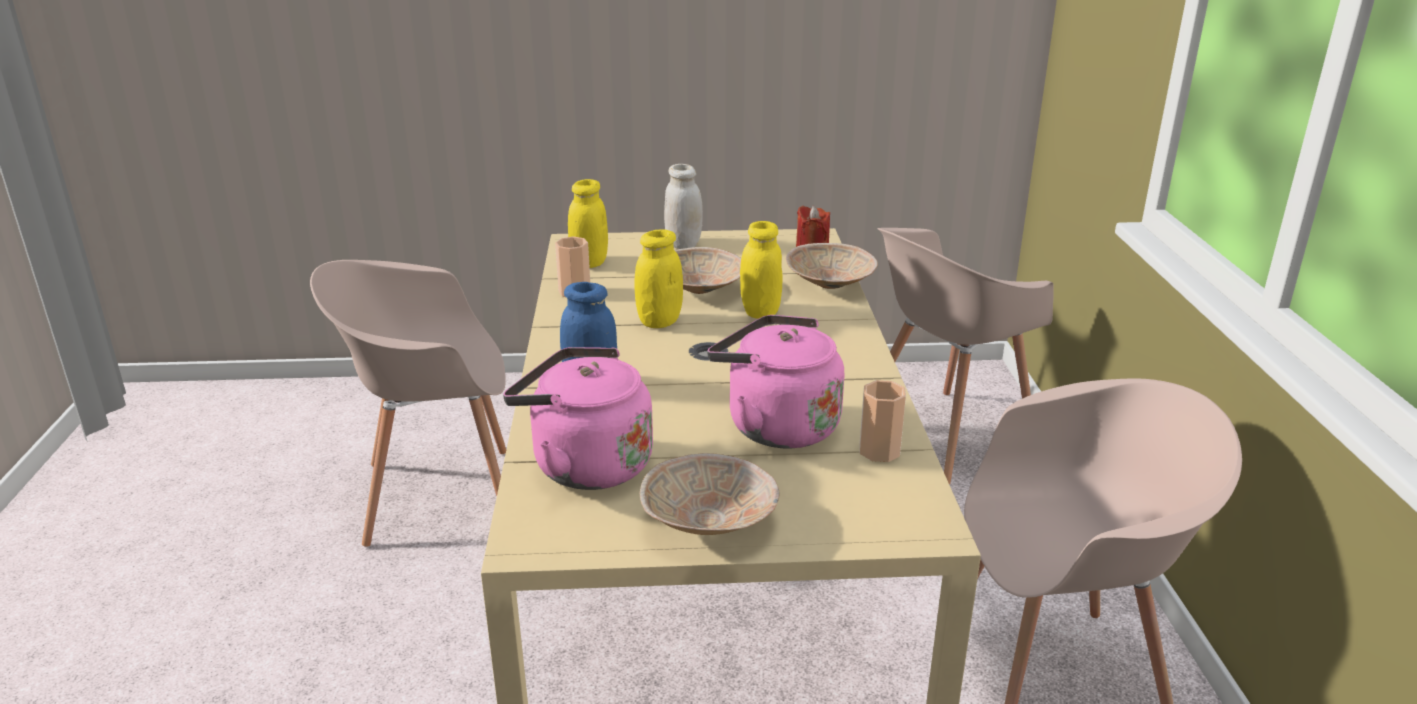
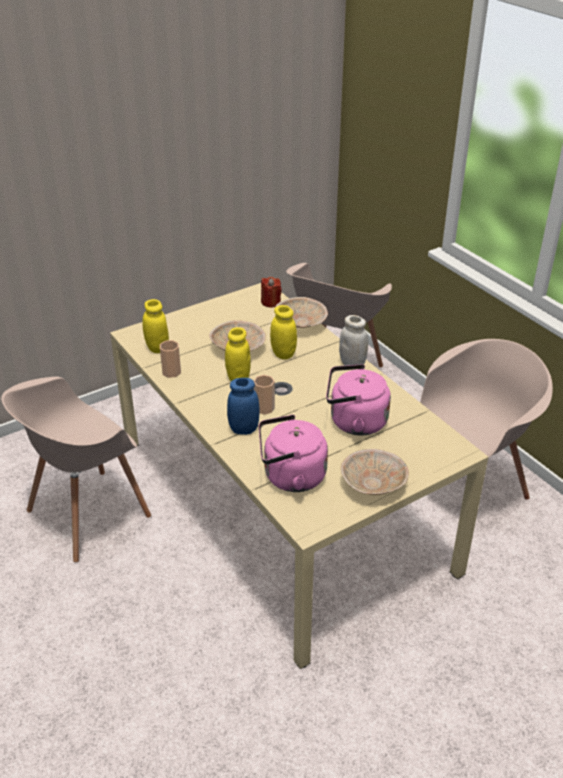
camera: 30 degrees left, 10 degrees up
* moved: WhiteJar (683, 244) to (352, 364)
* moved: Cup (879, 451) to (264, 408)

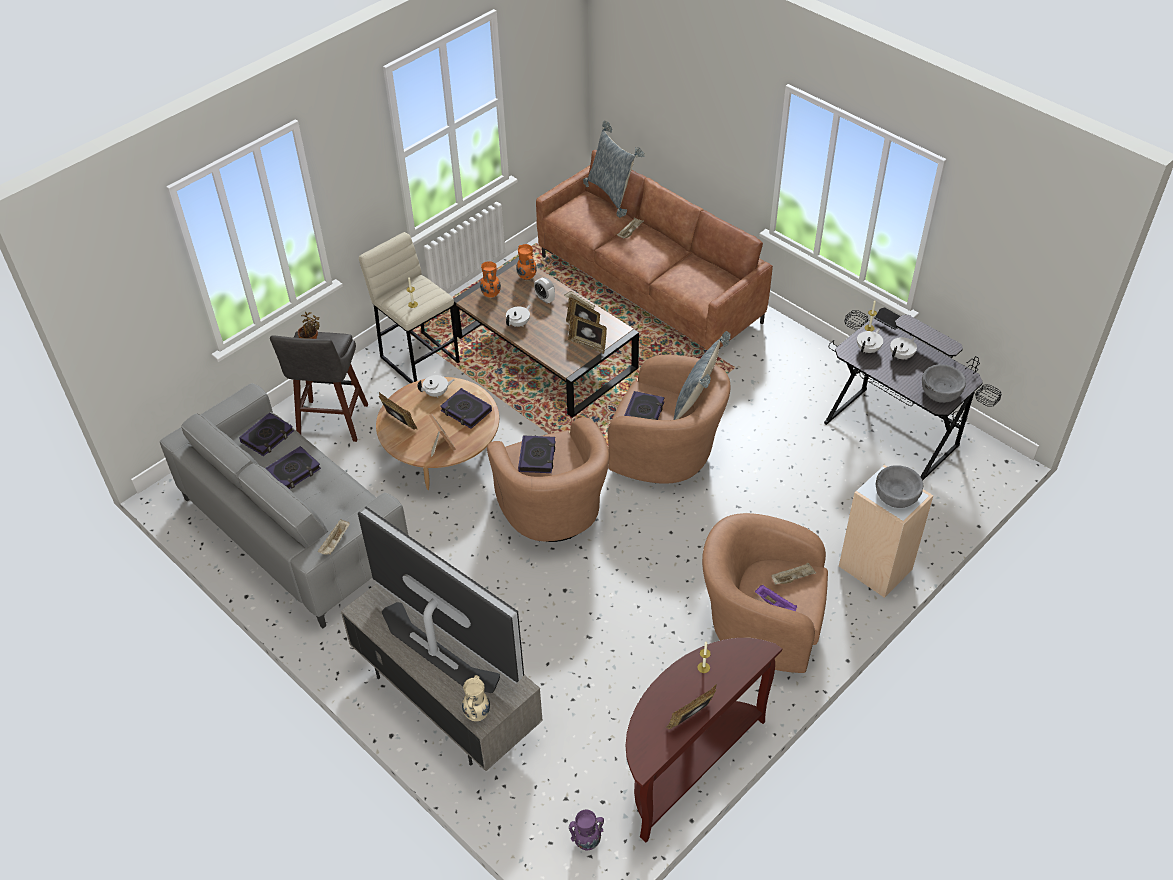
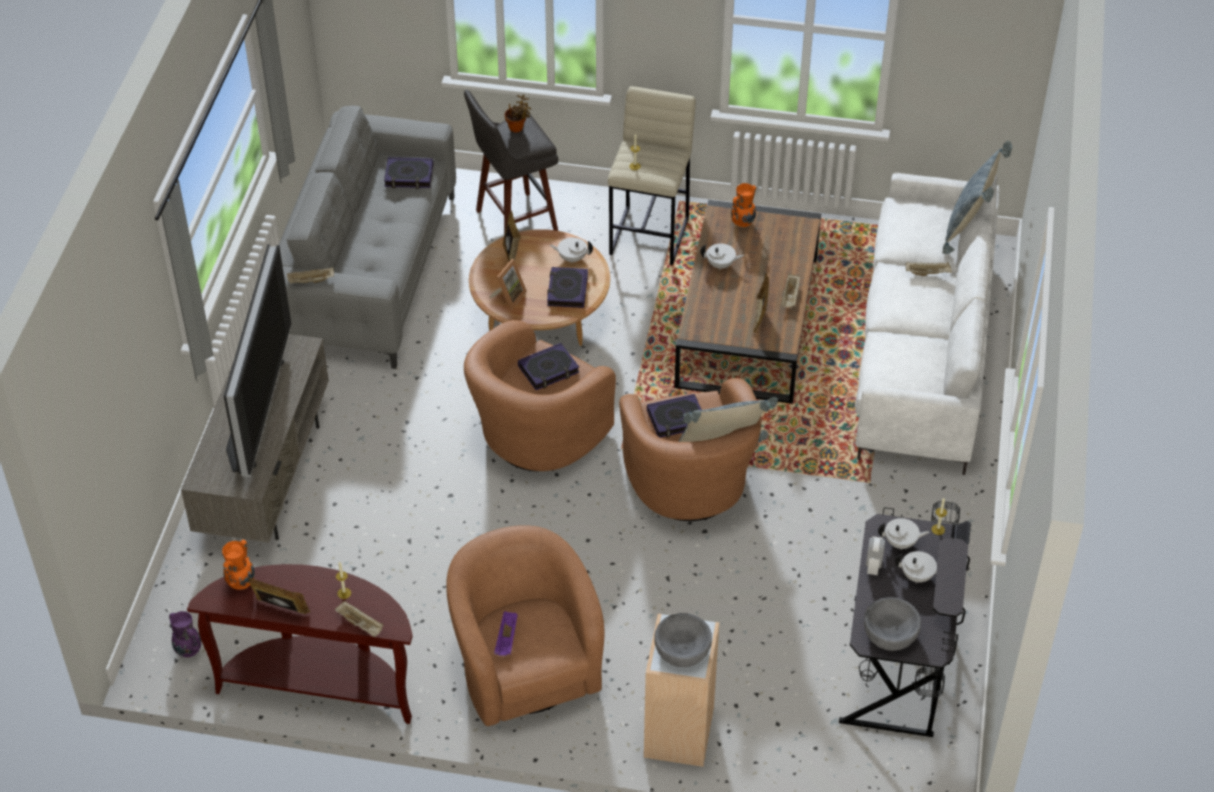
camera: 55 degrees right, 0 degrees up
* removed: Book (294, 471)
* removed: BeigeVase (477, 713)
* removed: PictureFrame (588, 344)
* moved: OrangeVase (527, 277) to (240, 583)
* moved: AlarmClock (545, 299) to (873, 565)
* moved: BeigeTray (792, 578) to (361, 624)
* recoloured: BrownSofa (648, 290) to WhiteSofa (920, 353)
* turned: WhiteTeapot (437, 393) = (572, 258) 150 degrees clockwise

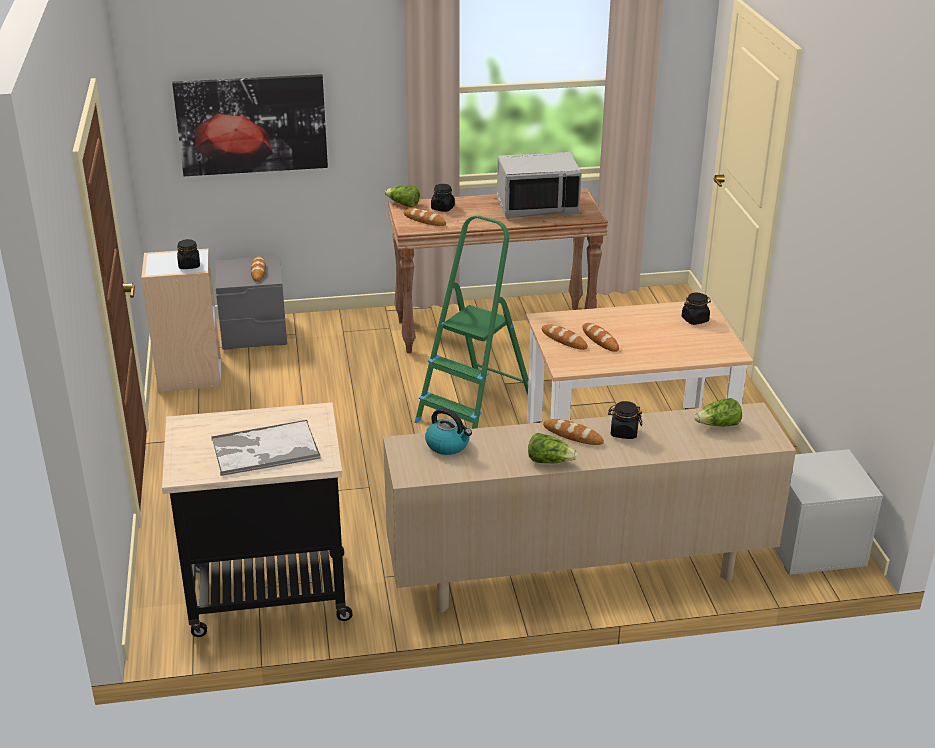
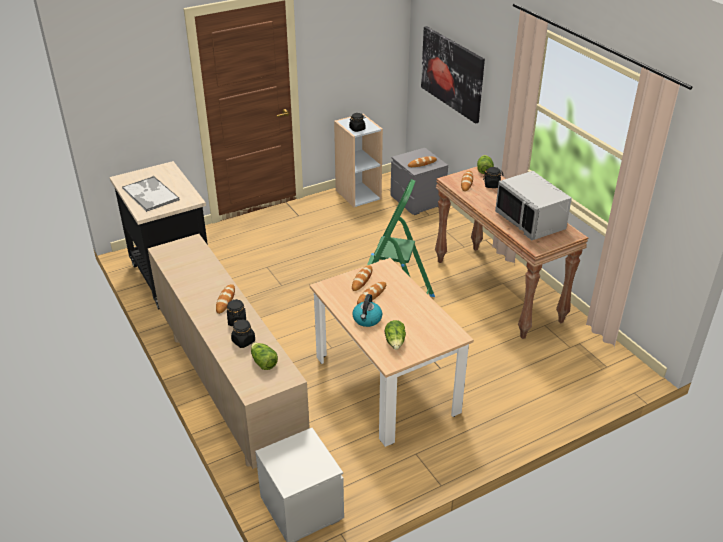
camera: 70 degrees right, 5 degrees up
* moved: Kettle (448, 445) to (367, 319)
* moved: Lettuce (550, 461) to (395, 342)
* moved: BlackJar (695, 319) to (243, 341)

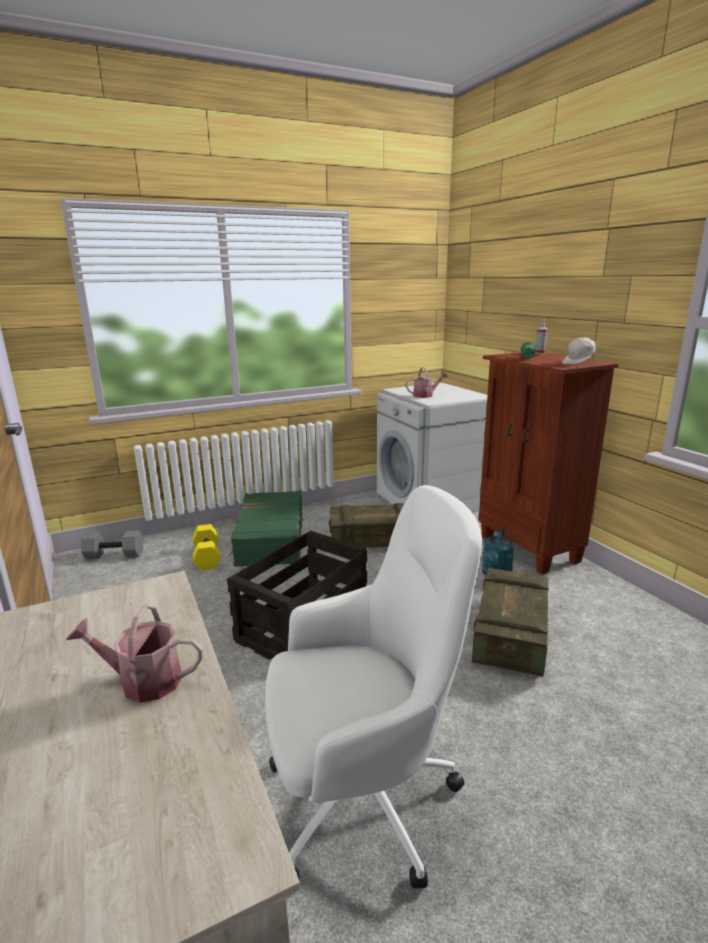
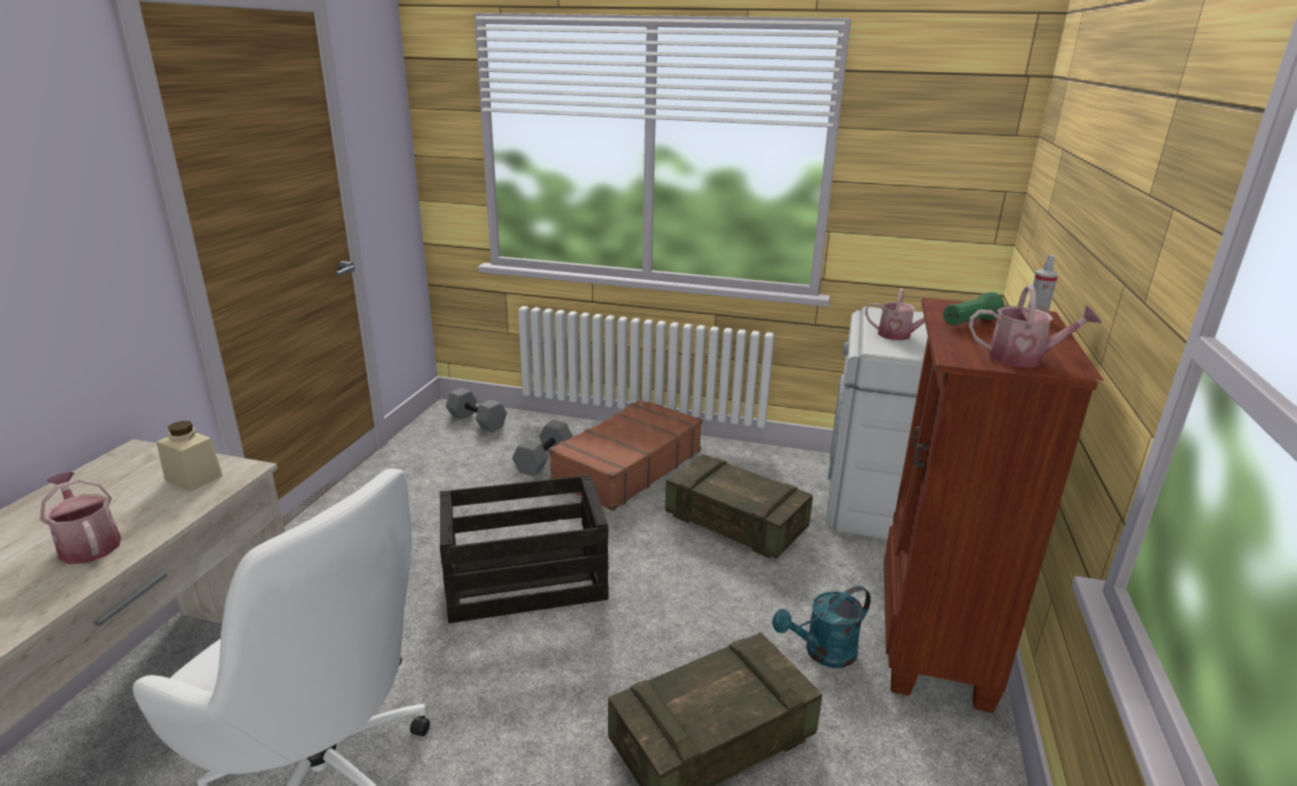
camera: 40 degrees right, 5 degrees up
* added: BeigeJar (193, 478)
* replaced: WhiteCap (579, 362) to WateringCan (1024, 358)
* recoloured: YellowDumbbell (206, 557) to GreyDumbbell (543, 459)
* recoloured: GreenSuitcase (270, 539) to BrownSuitcase (627, 467)

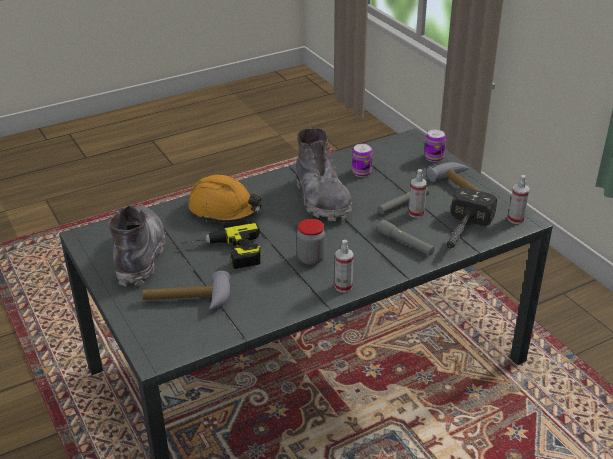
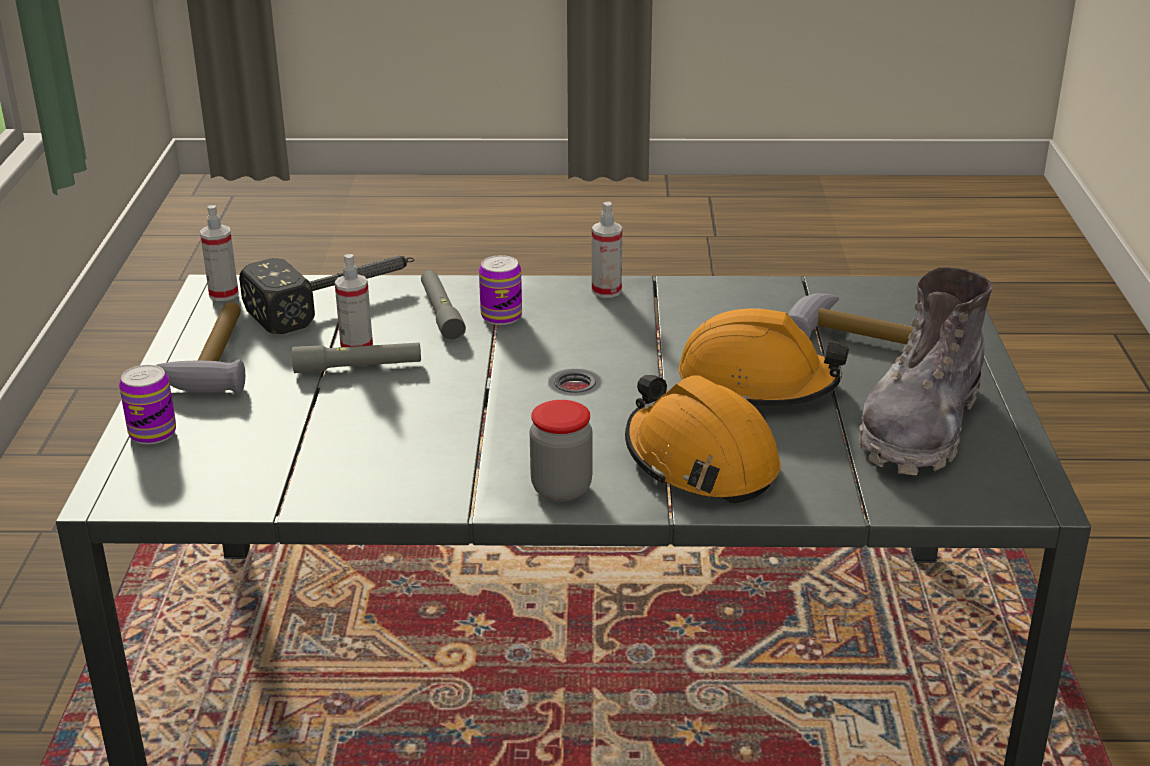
camera: 150 degrees left, 5 degrees down
* removed: GreyBoot (321, 199)
* moved: Jar (311, 258) to (561, 489)
* moved: Can (361, 172) to (501, 316)
* replaced: PowerDrill (224, 254) to OrangeHardHat (757, 384)

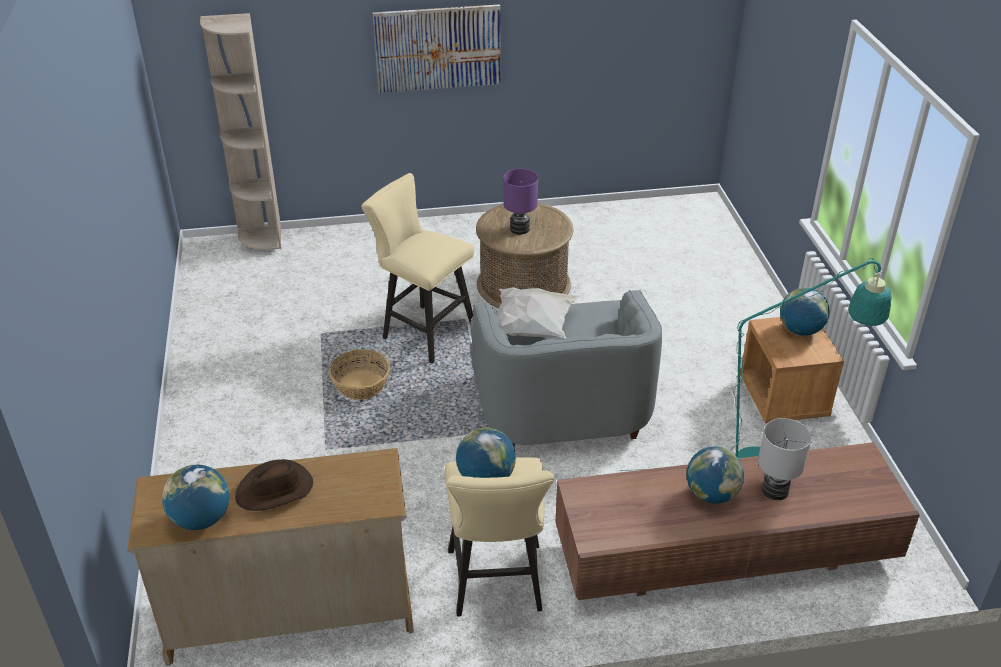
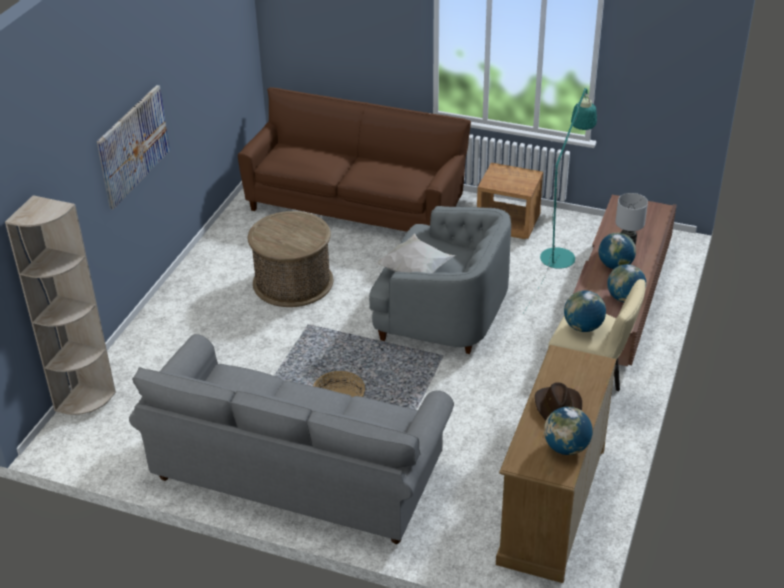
camera: 60 degrees left, 0 degrees up
* removed: BeigeStool (423, 331)
* removed: PurpleTableLamp (519, 229)
* added: GreySofa (298, 472)
* added: BrownSofa (354, 207)
* moved: Globe (800, 330) to (624, 298)

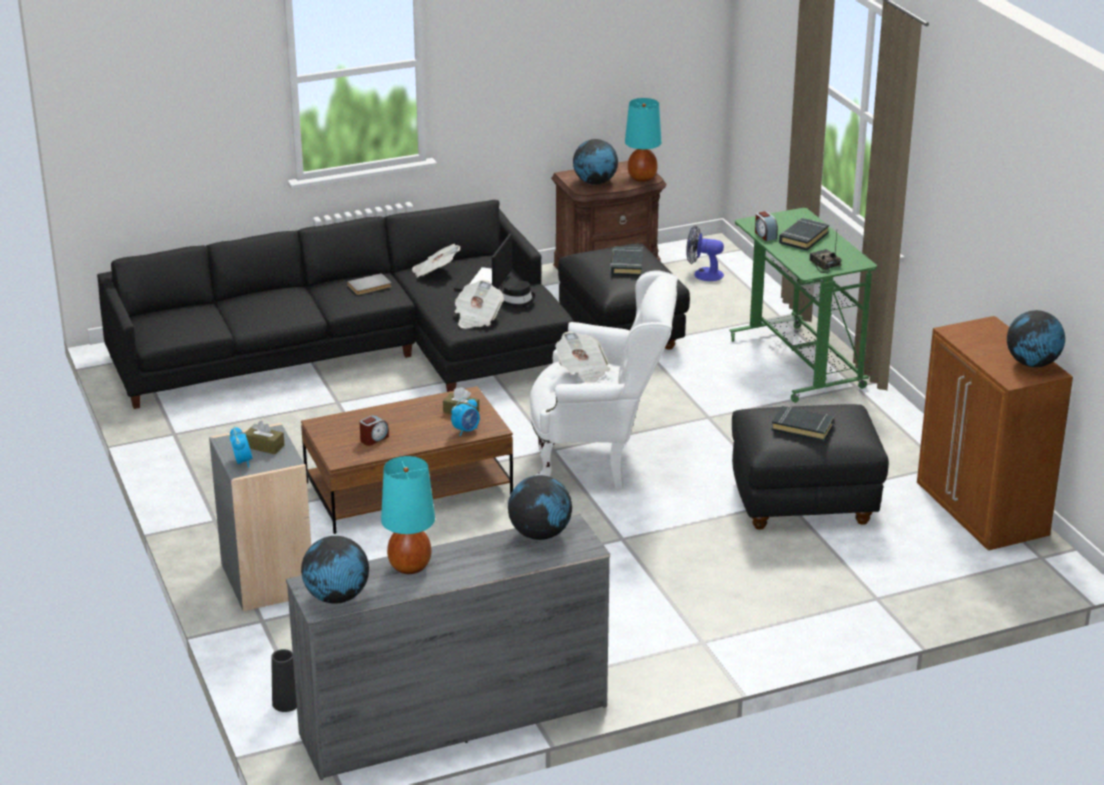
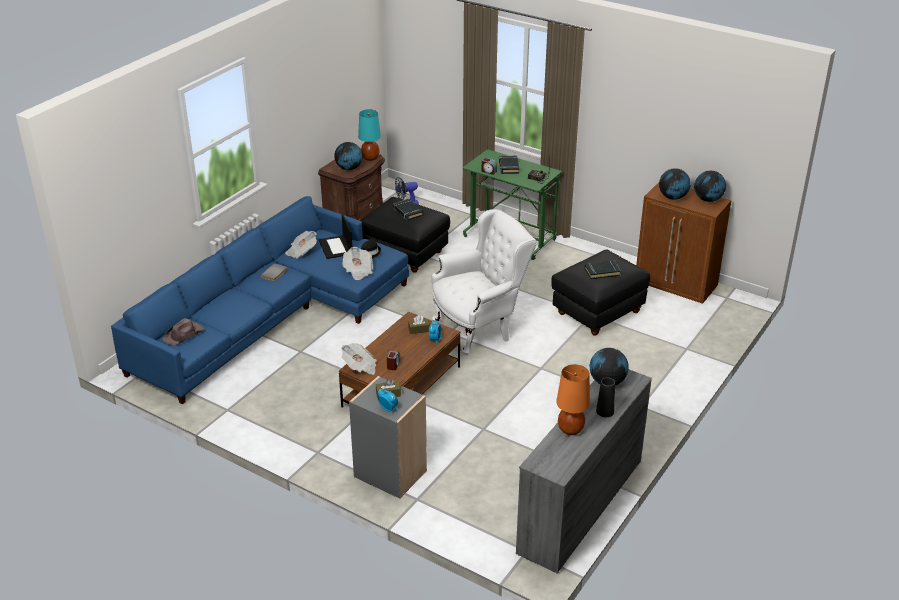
camera: 35 degrees left, 5 degrees up
* added: BrownHat (184, 335)
* moved: BlackVase (286, 703) to (605, 411)
* moved: Globe (336, 597) to (673, 197)
* moved: Newspaper (582, 371) to (360, 367)
* recoloured: BlackSofa (357, 349) to BlueSofa (272, 314)
* recoloured: TurquoiseTableLamp (409, 566) to OrangeTableLamp (570, 429)

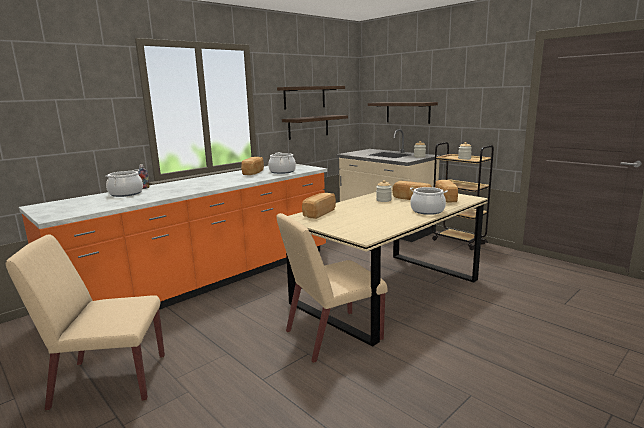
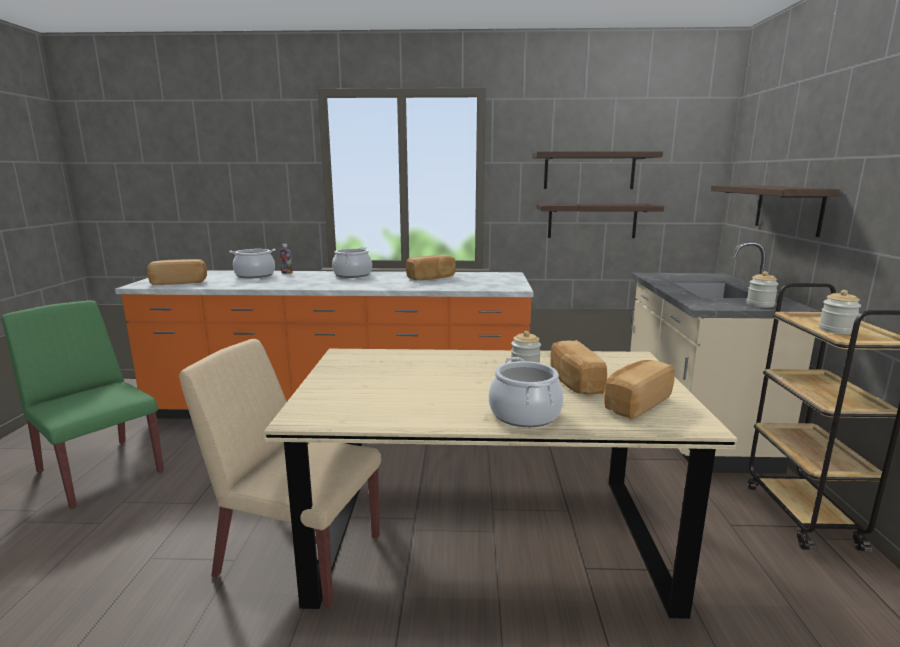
camera: 45 degrees right, 0 degrees up
* moved: CookingPot (282, 171) to (353, 275)
* moved: Bread (318, 213) to (179, 282)
* recoloured: BeigeChair (108, 381) to GreenChair (99, 471)

